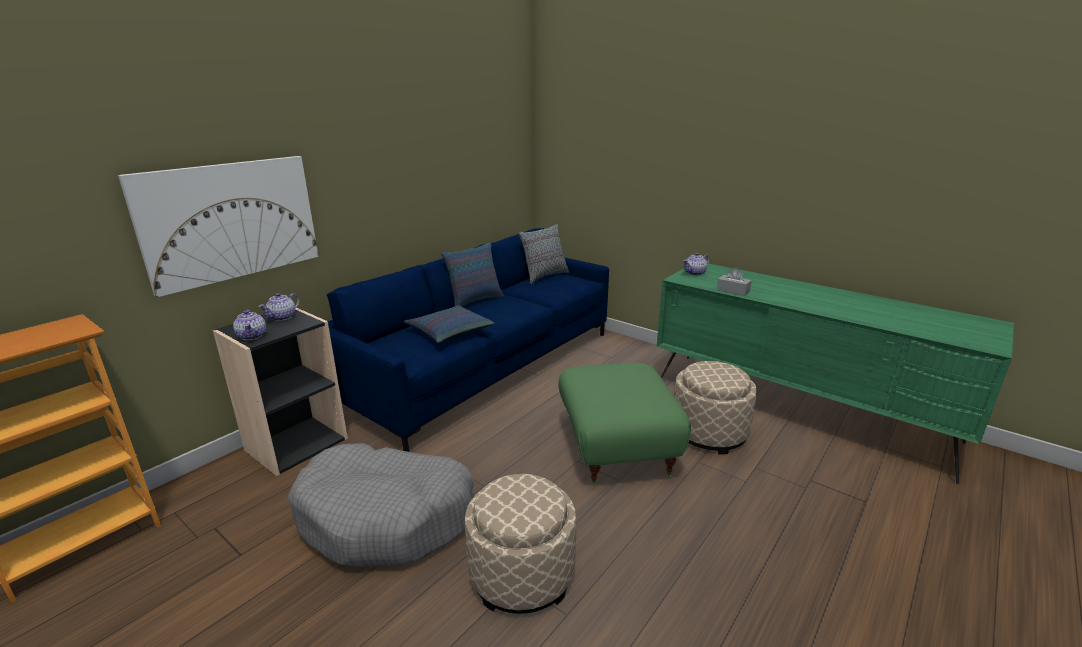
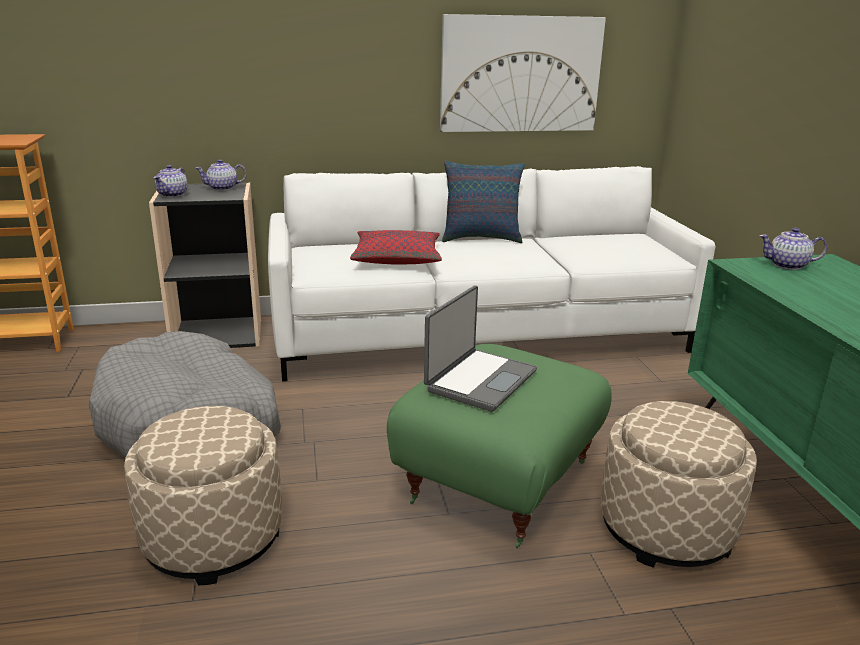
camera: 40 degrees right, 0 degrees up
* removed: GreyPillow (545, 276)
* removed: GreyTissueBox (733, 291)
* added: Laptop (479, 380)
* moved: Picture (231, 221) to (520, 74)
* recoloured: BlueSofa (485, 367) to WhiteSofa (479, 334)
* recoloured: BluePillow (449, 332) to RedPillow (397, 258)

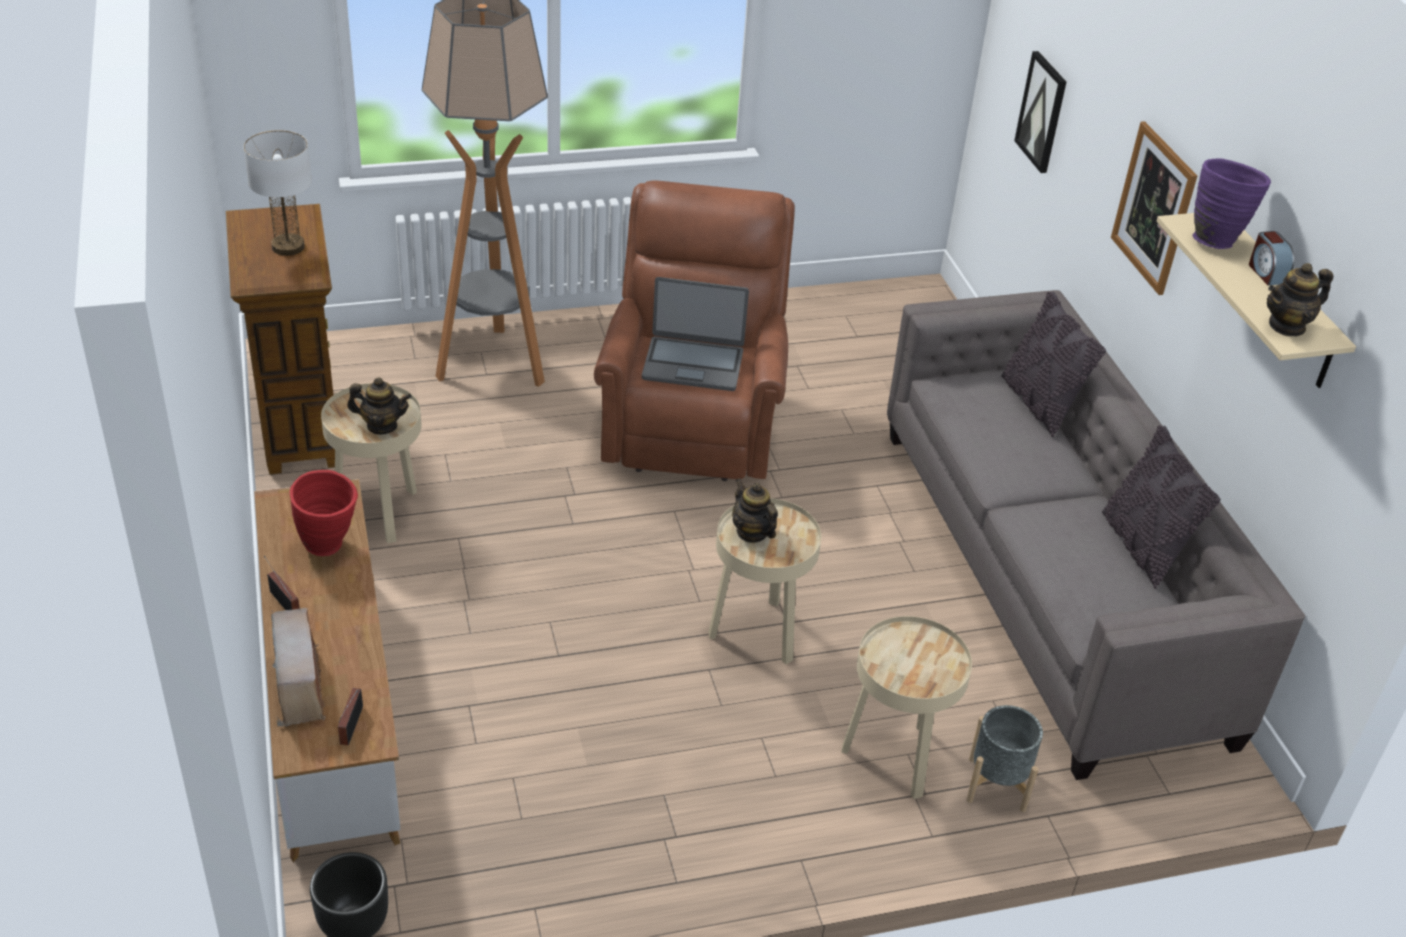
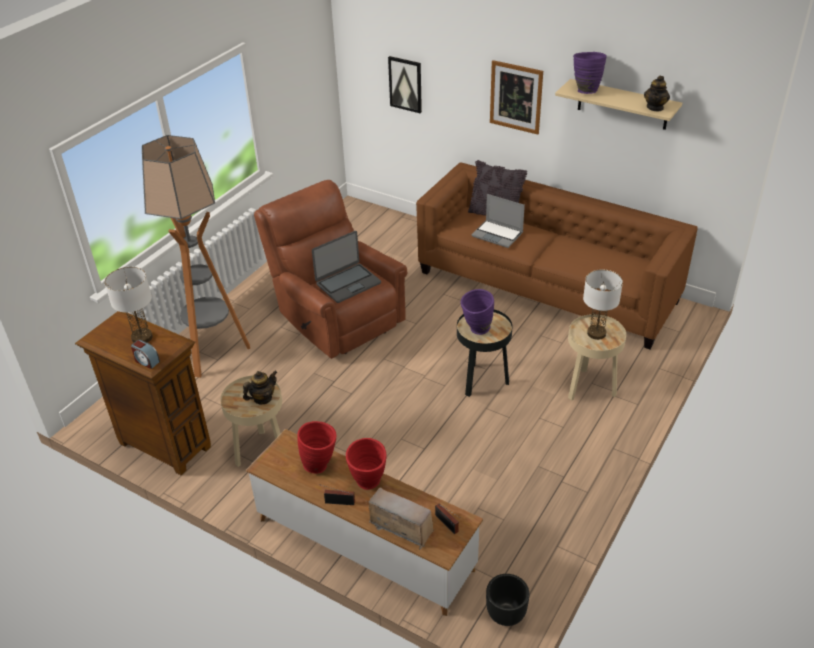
camera: 40 degrees left, 0 degrees up
* removed: GreyPlanter (997, 784)
* removed: BlackPillow (1143, 548)
* added: RedVase (369, 485)
* added: Laptop (498, 234)
* added: TableLamp (596, 333)
* moved: AlarmClock (1266, 273) to (146, 361)
* replaced: Teapot (752, 532) to PurpleVase (476, 330)
* recoloured: BeigeSideTable (757, 633) to BlackSideTable (482, 381)
* recoloured: GreySofa (1046, 579) to BrownSofa (546, 287)

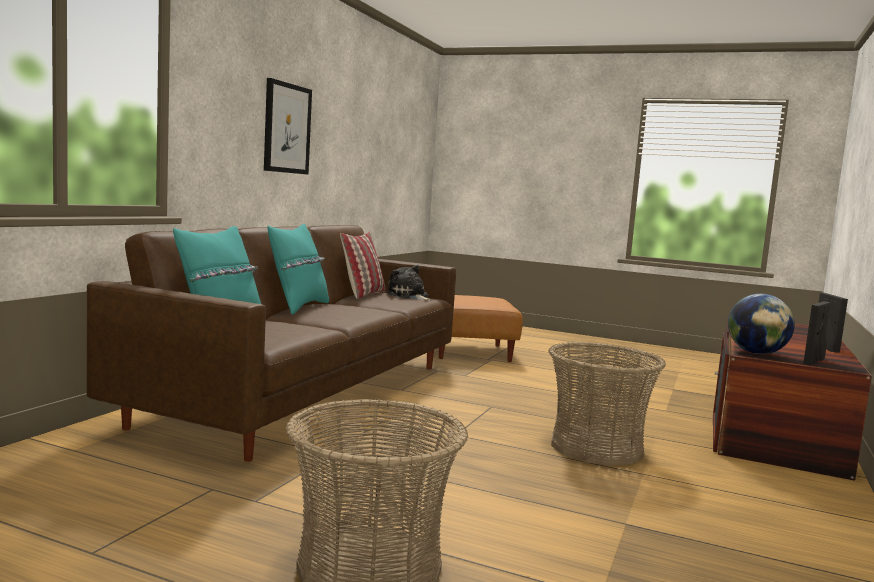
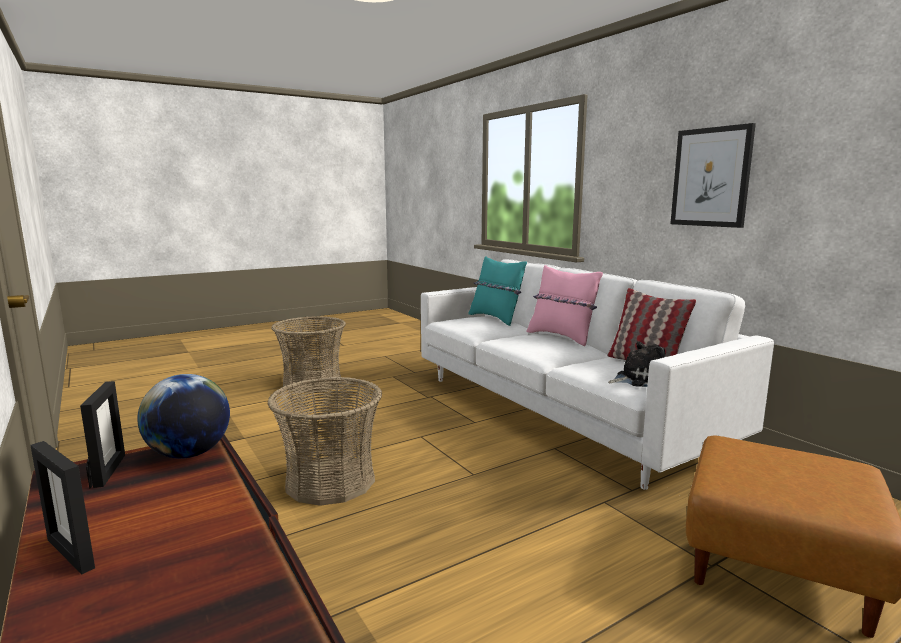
camera: 125 degrees right, 5 degrees up
* recoloured: BrownSofa (308, 393) to WhiteSofa (559, 412)
* recoloured: TurquoisePillow (298, 307) to PinkPillow (562, 337)

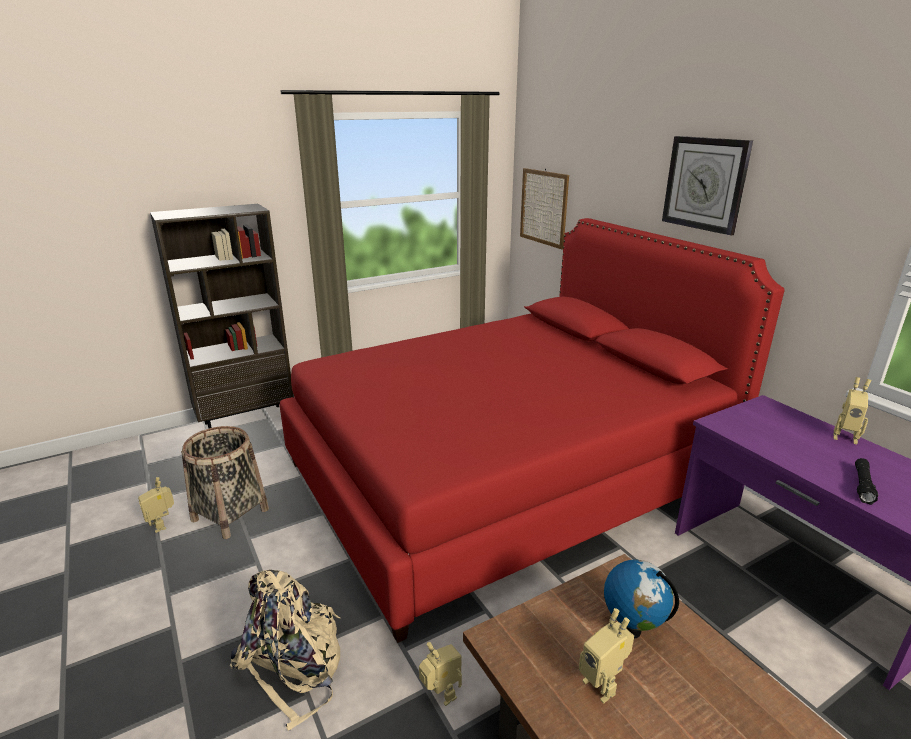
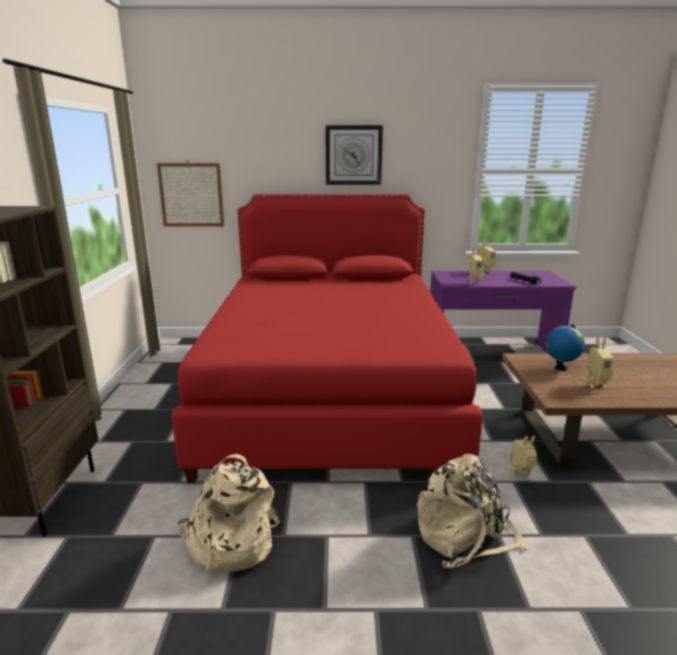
camera: 60 degrees left, 5 degrees down
* moved: ToyRobot (162, 525) to (473, 282)
* replaced: Basket (230, 515) to BeigeBackpack (230, 542)

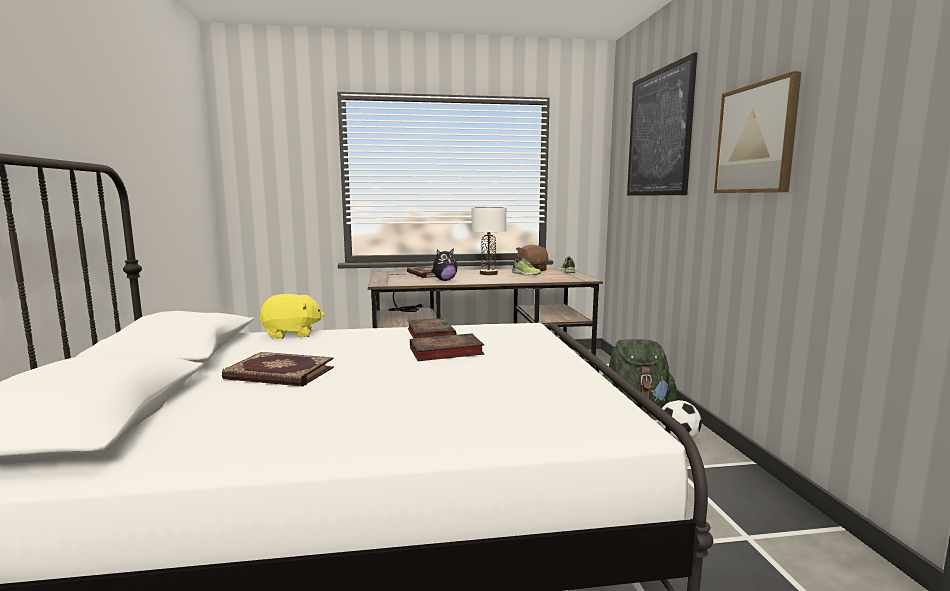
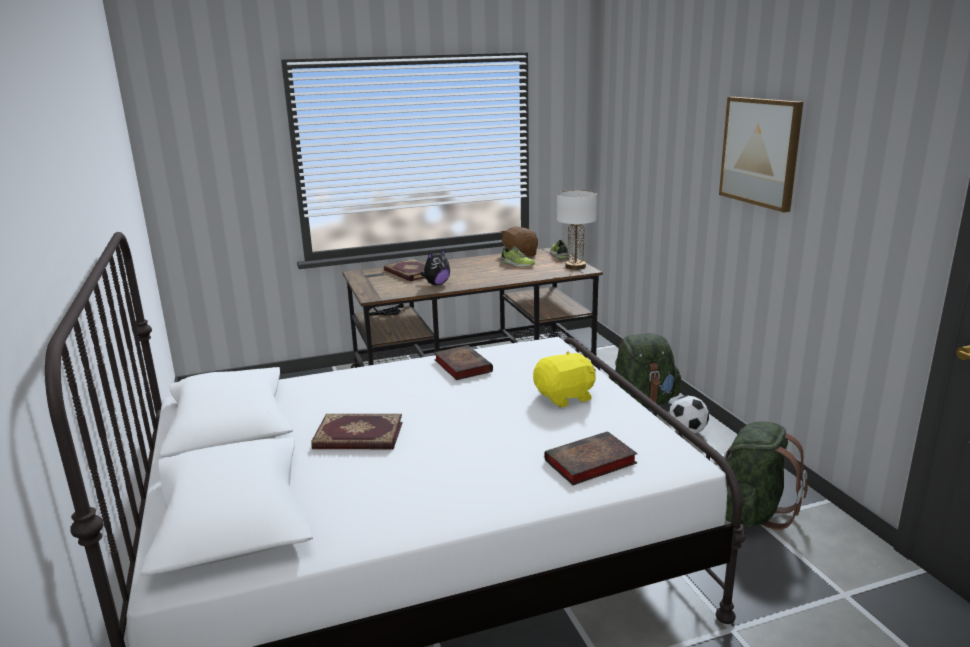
camera: 10 degrees left, 10 degrees up
* removed: Picture (659, 133)
* added: GreenBackpack (751, 512)
* moved: YellowPlushToy (291, 334) to (565, 397)
* moved: Book (444, 352) to (589, 463)
* moved: TableLamp (488, 273) to (575, 266)

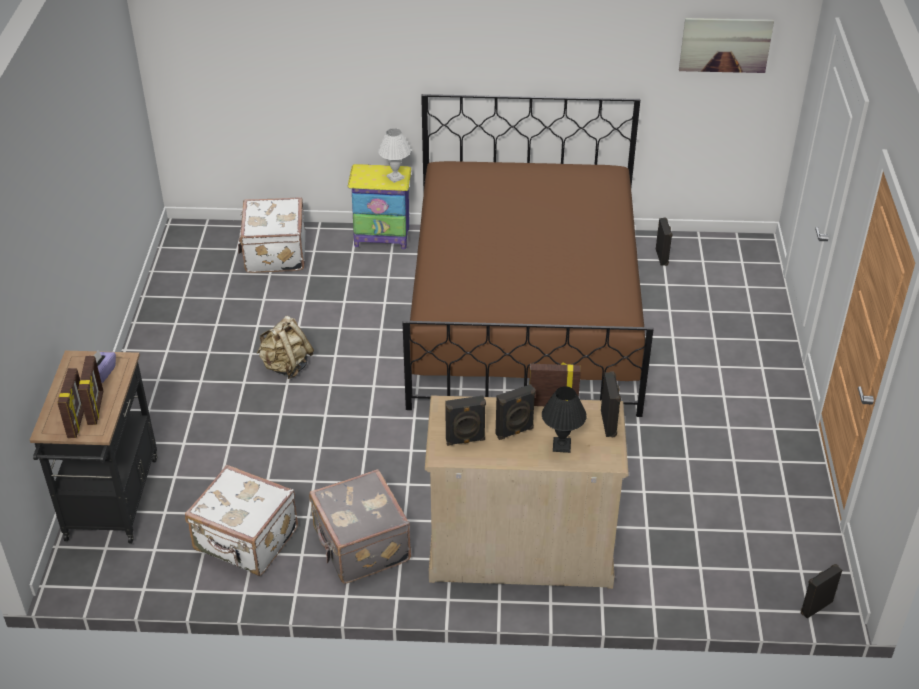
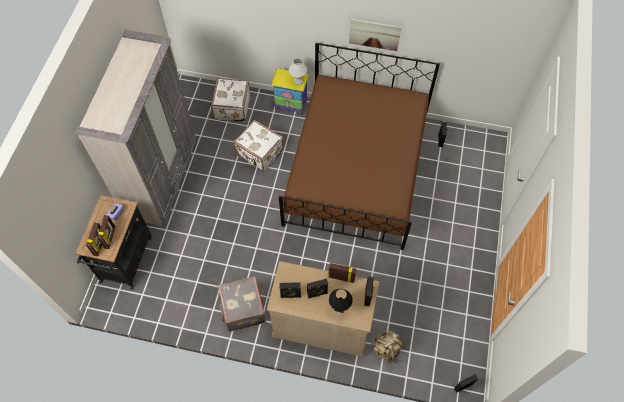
camera: 10 degrees right, 20 degrees up
* added: GreyWardrobe (163, 177)
* moved: WhiteSuitcase (245, 541) to (259, 154)
* moved: BeigeBackpack (286, 366) to (386, 349)
* moved: Picture (725, 45) to (374, 34)

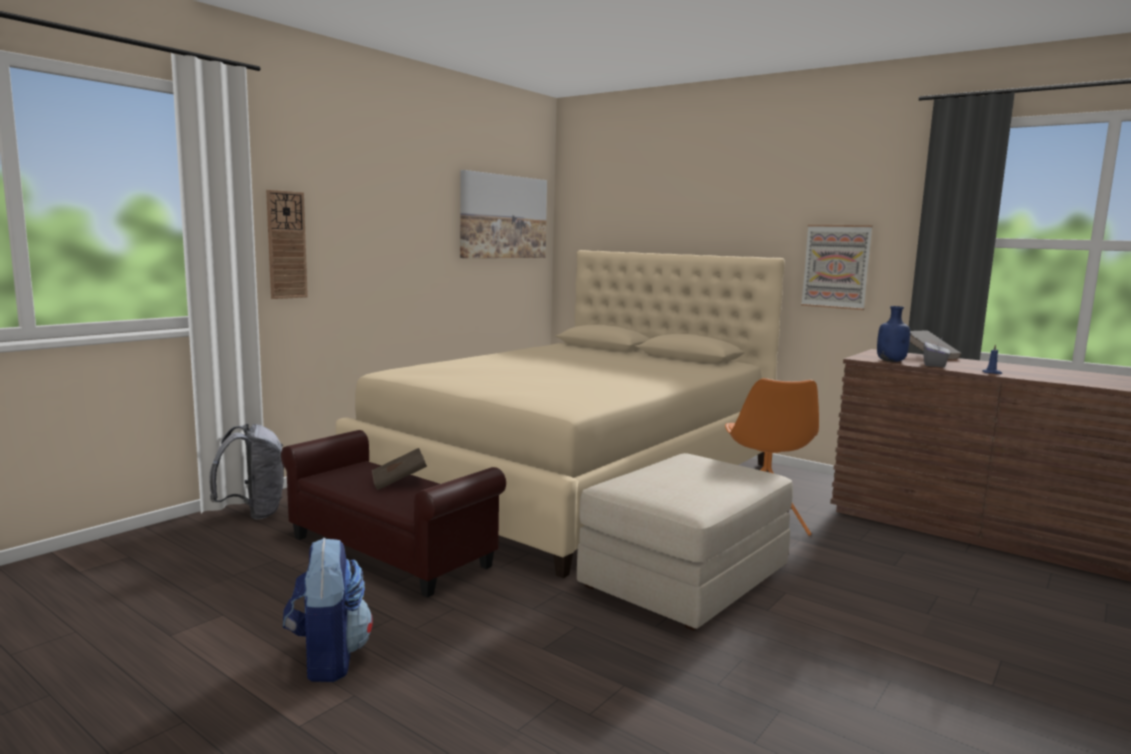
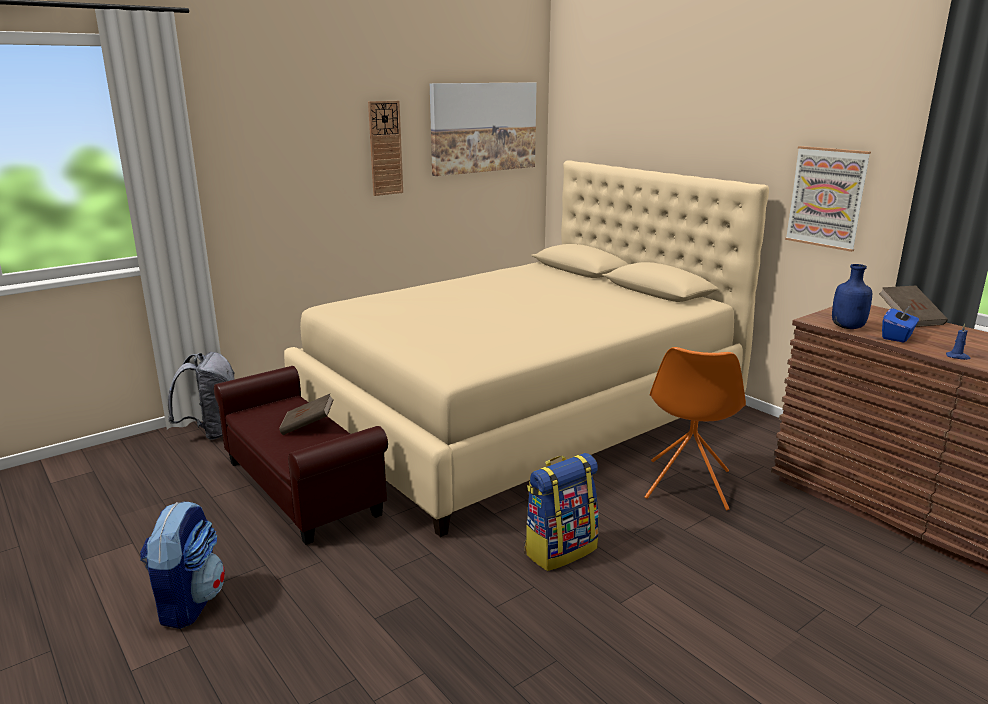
camera: 15 degrees right, 10 degrees up
* moved: WallClock (286, 245) to (385, 148)
* replaced: BeigeOttoman (685, 577) to Backpack (560, 550)
* recoloured: GreyTissueBox (934, 365) to BlueTissueBox (897, 337)

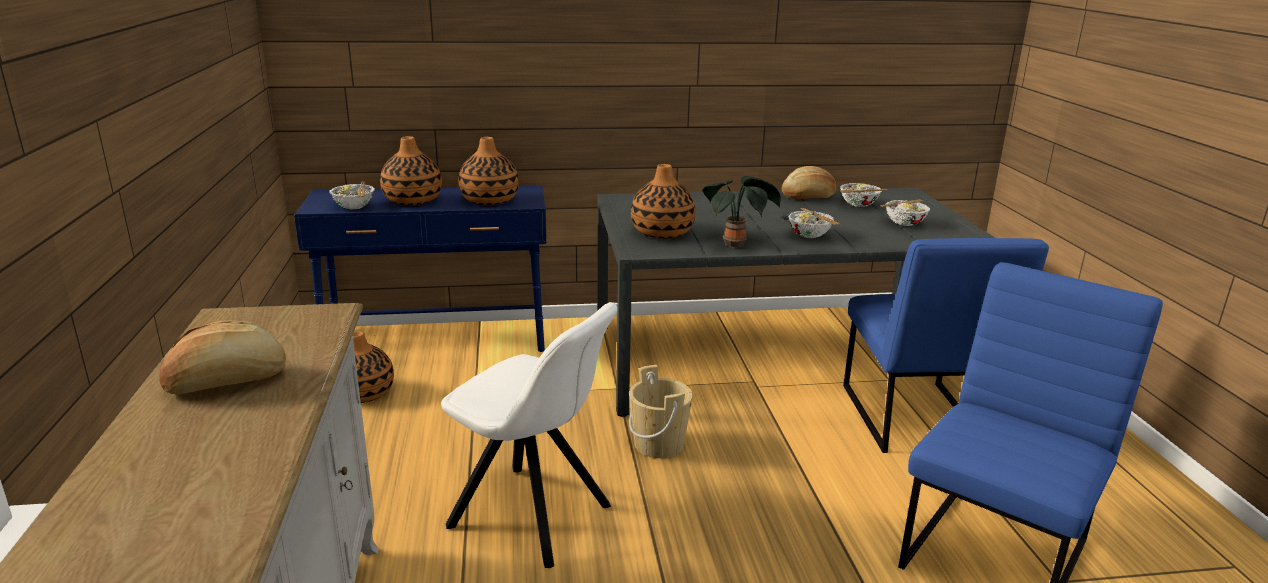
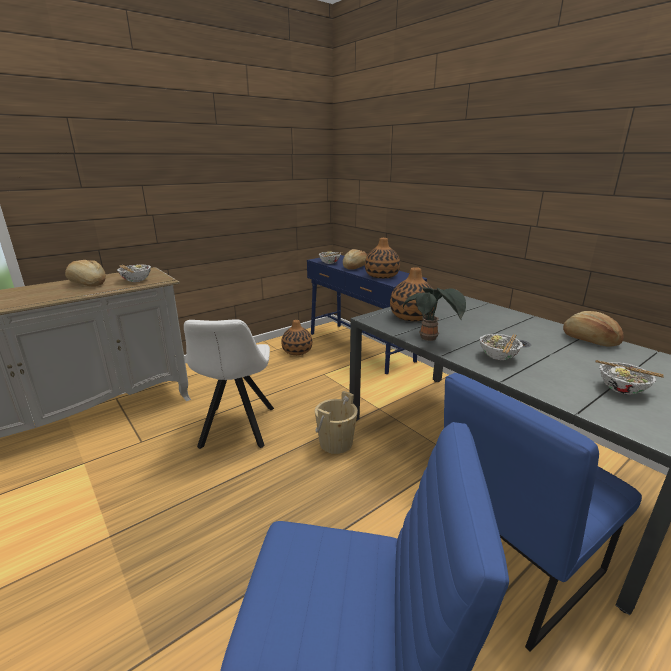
camera: 60 degrees right, 0 degrees up
* moved: Bowl (859, 204) to (136, 280)
* replaced: Vase (412, 200) to Bread (355, 267)

